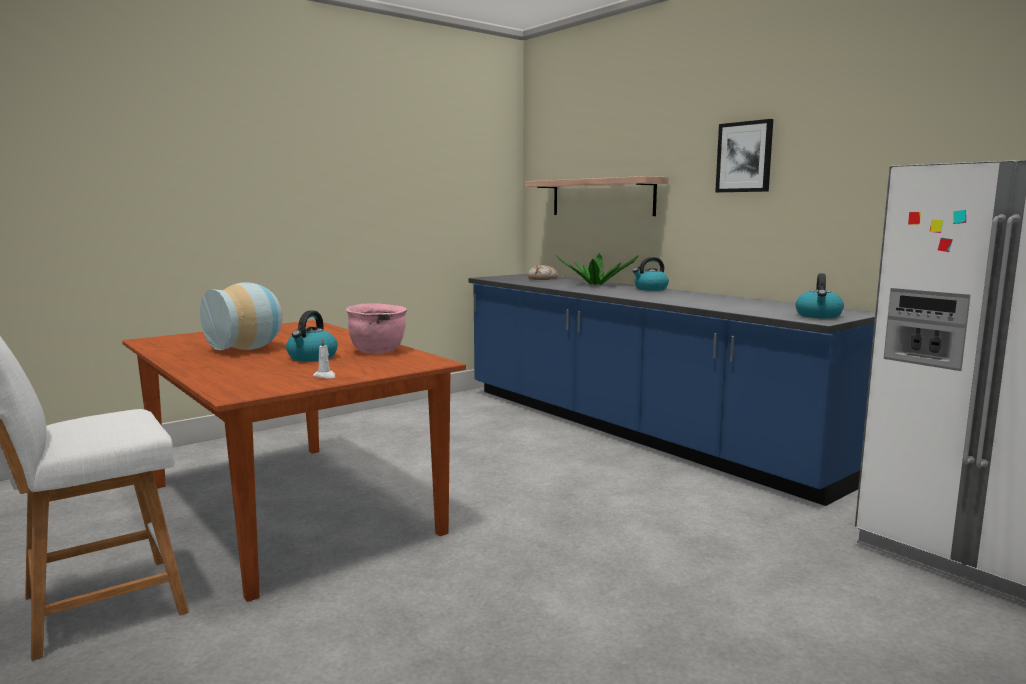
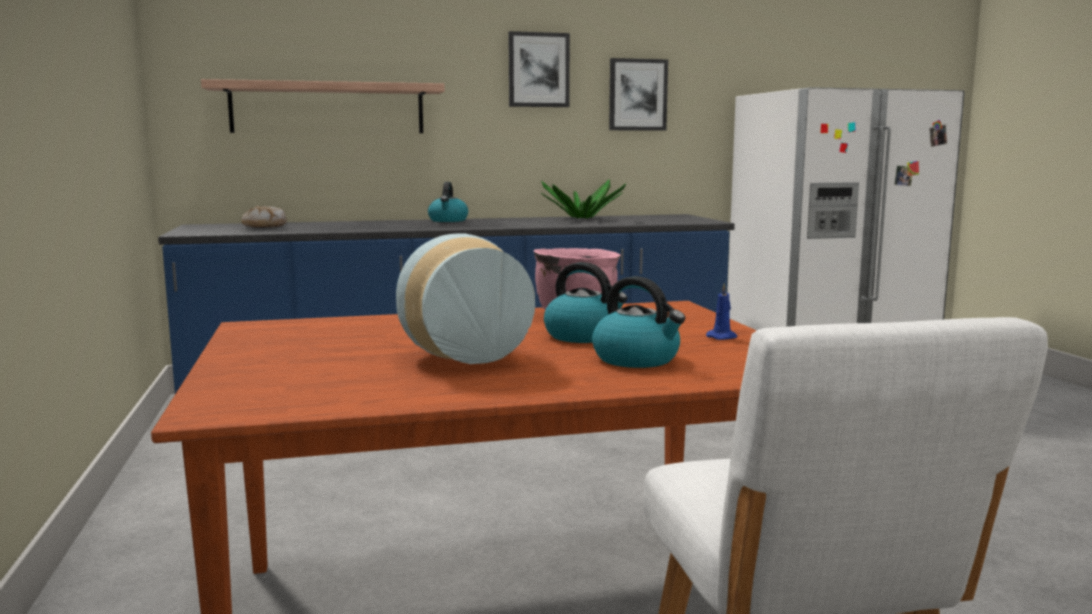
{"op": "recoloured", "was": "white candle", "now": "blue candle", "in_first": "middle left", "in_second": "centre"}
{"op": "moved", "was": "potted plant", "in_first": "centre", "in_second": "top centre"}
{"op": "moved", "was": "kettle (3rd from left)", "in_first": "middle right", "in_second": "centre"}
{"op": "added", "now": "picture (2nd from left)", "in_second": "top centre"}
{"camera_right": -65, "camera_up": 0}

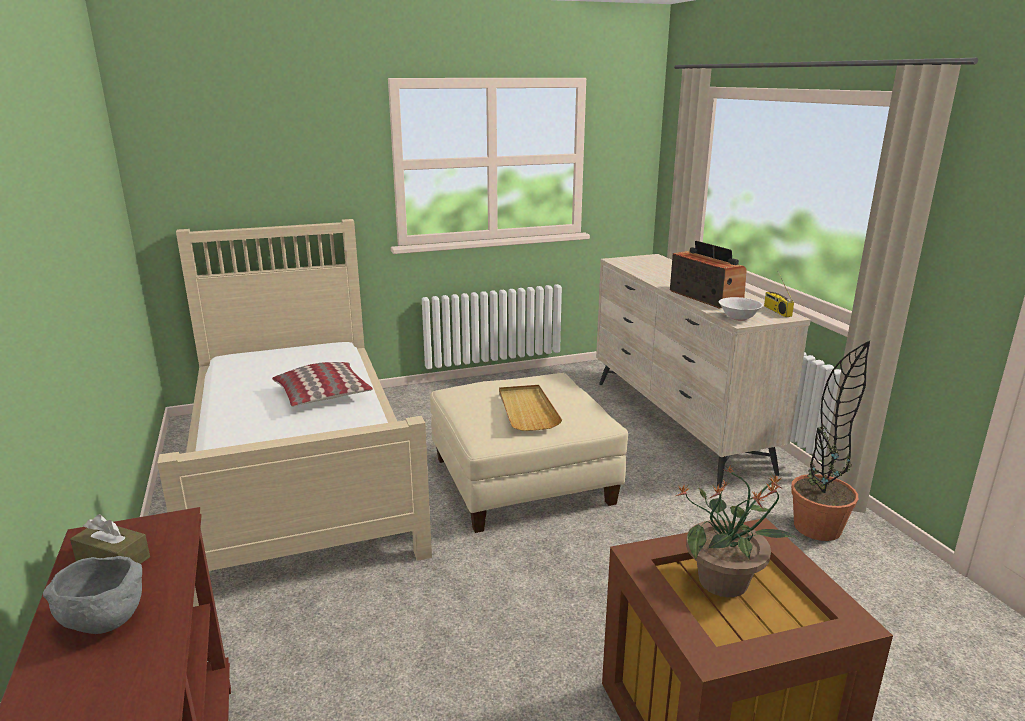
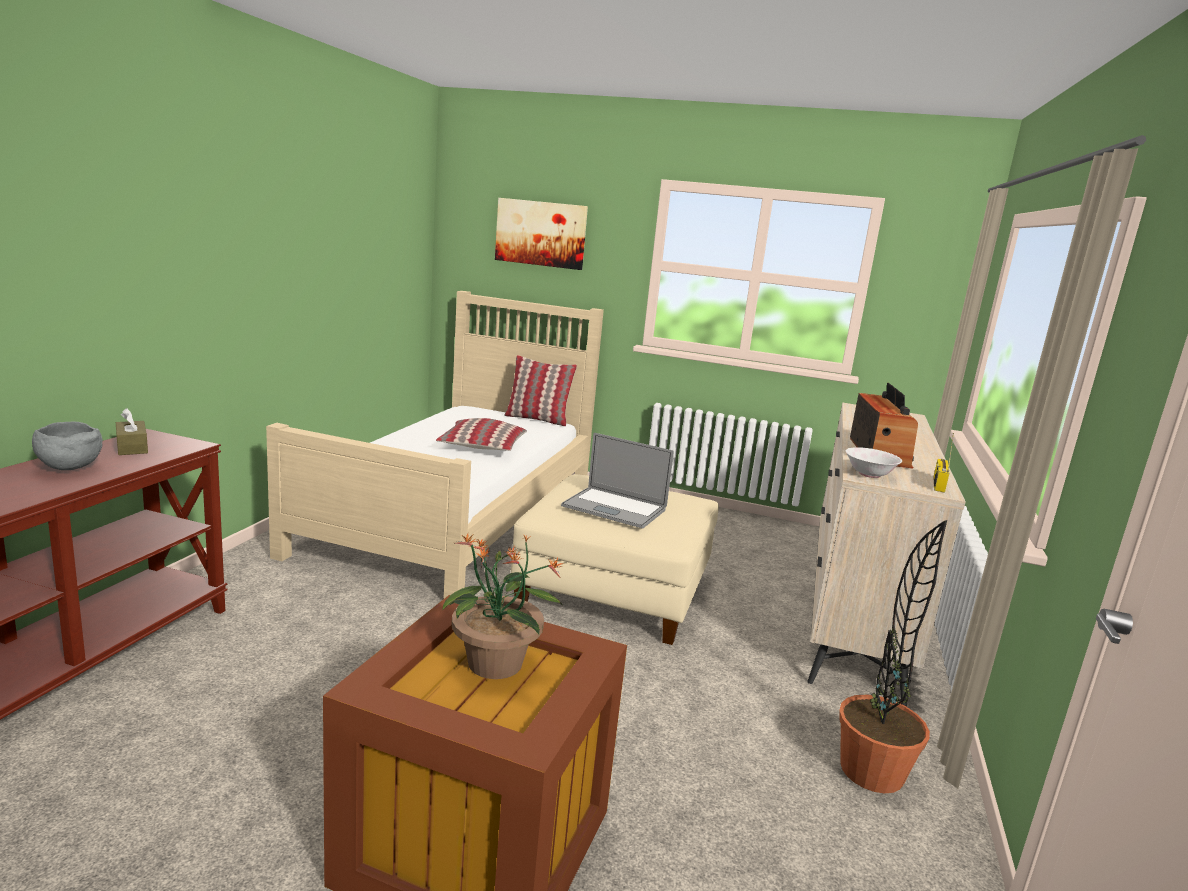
{"op": "replaced", "was": "beige tray", "now": "laptop", "in_first": "centre", "in_second": "centre"}
{"op": "added", "now": "picture", "in_second": "top centre"}
{"op": "added", "now": "pillow (2nd from left)", "in_second": "centre"}
{"camera_right": 35, "camera_up": -5}

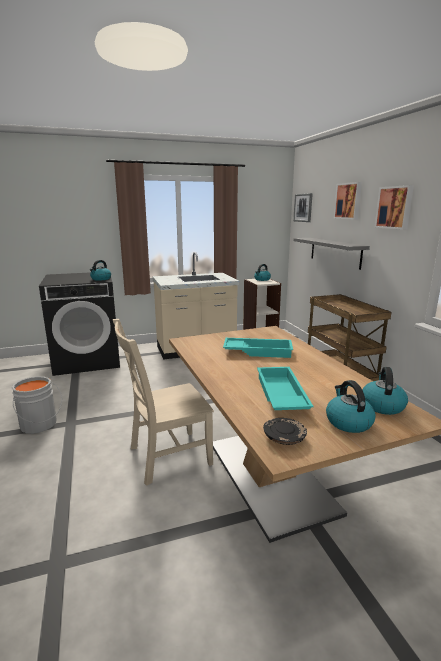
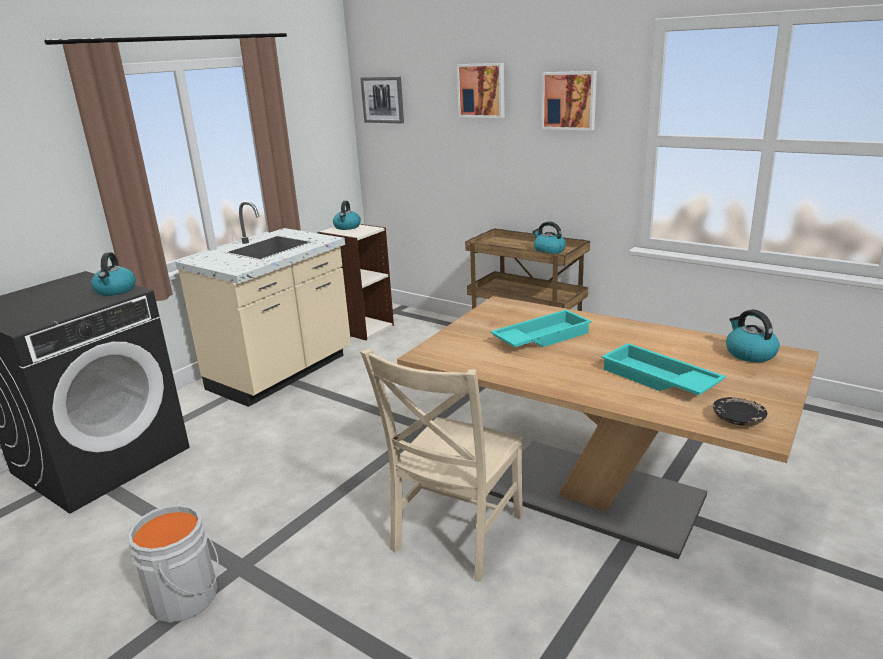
{"op": "removed", "was": "grey shelf", "in_first": "middle right"}
{"op": "moved", "was": "kettle (3rd from left)", "in_first": "middle right", "in_second": "centre"}
{"camera_right": -35, "camera_up": 5}

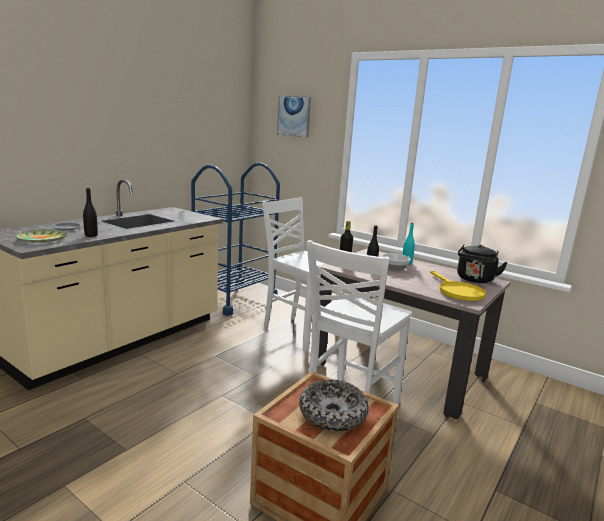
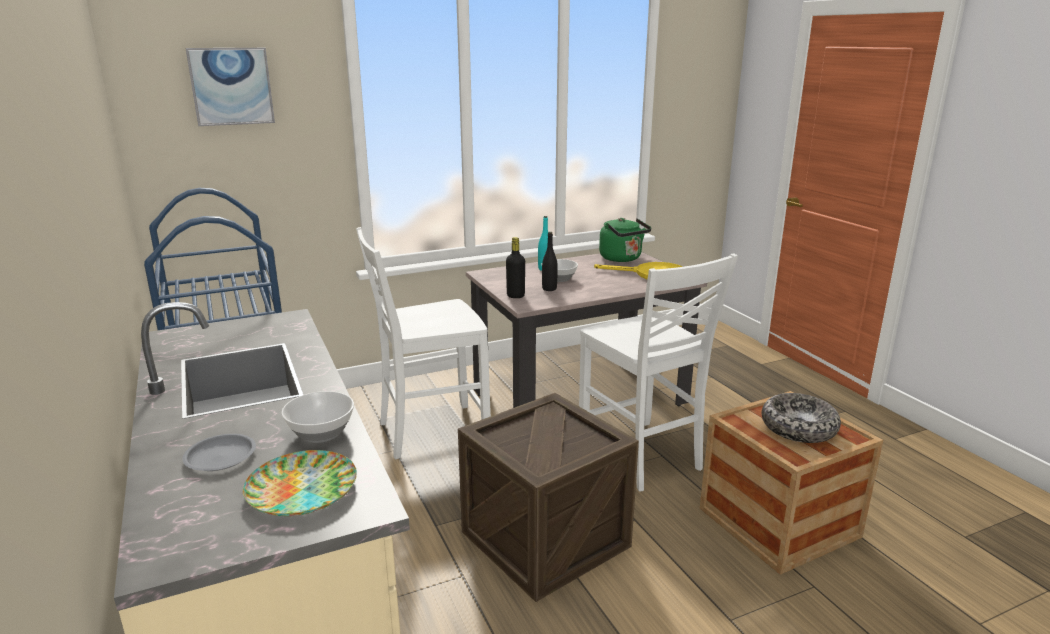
{"op": "replaced", "was": "black bottle (1st from left)", "now": "bowl (1st from left)", "in_first": "middle left", "in_second": "middle left"}
{"op": "recoloured", "was": "black kettle", "now": "green kettle", "in_first": "middle right", "in_second": "centre"}
{"op": "added", "now": "crate (1st from left)", "in_second": "bottom centre"}
{"camera_right": -60, "camera_up": 5}

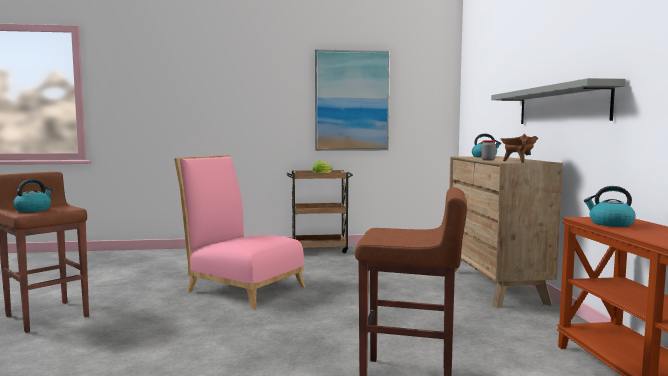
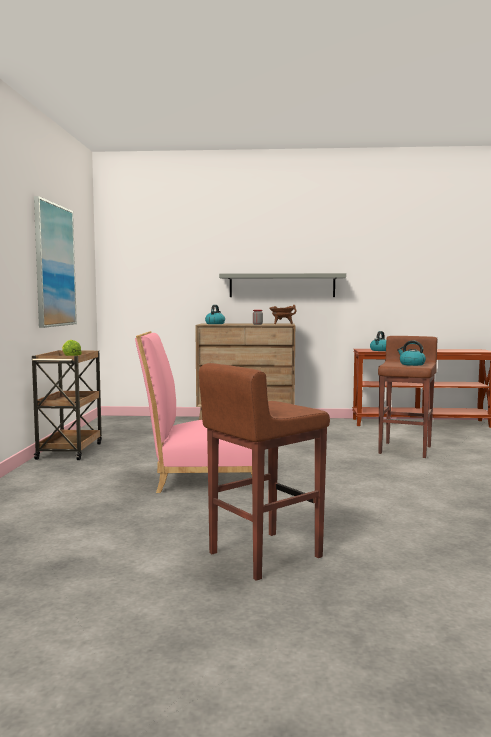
{"op": "moved", "was": "kettle (1st from left in the first image)", "now": "kettle (3rd from left)", "in_first": "middle left", "in_second": "middle right"}
{"op": "turned", "was": "pink chair", "in_first": "centre", "in_second": "centre", "clockwise": 45}
{"camera_right": -80, "camera_up": 0}

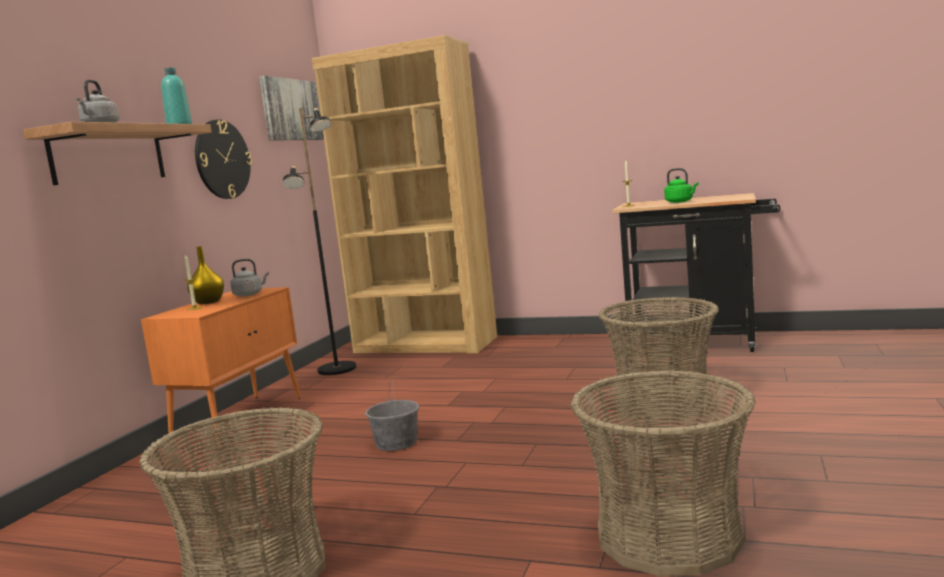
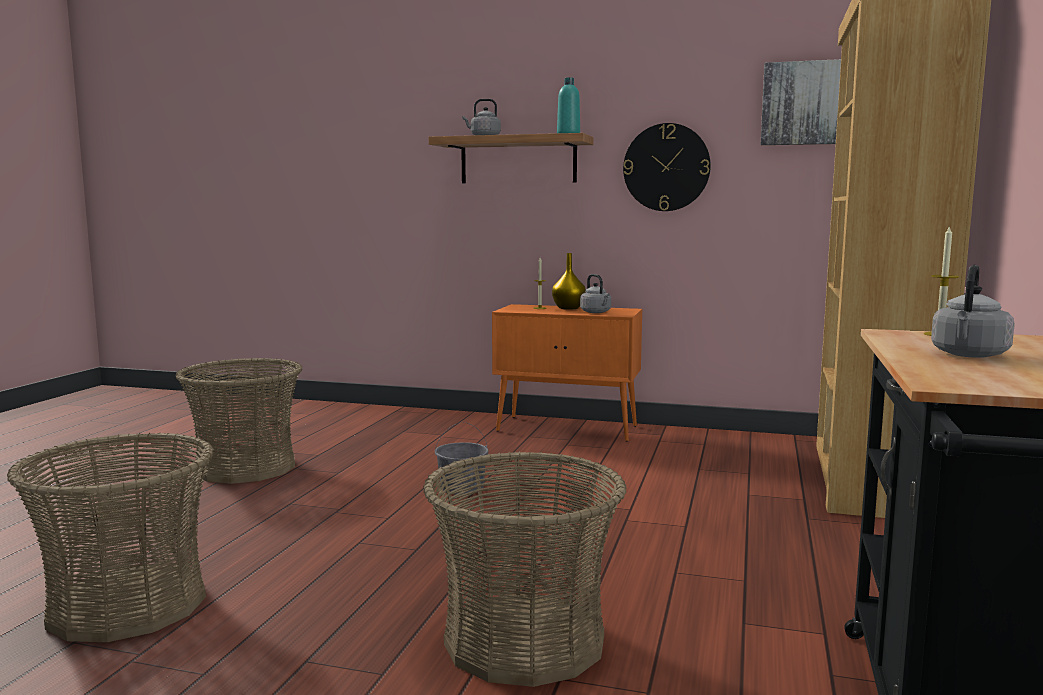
{"op": "removed", "was": "black floor lamp", "in_first": "centre"}
{"op": "recoloured", "was": "green kettle", "now": "grey kettle (3rd from left)", "in_first": "top right", "in_second": "middle right"}
{"camera_right": 85, "camera_up": 0}

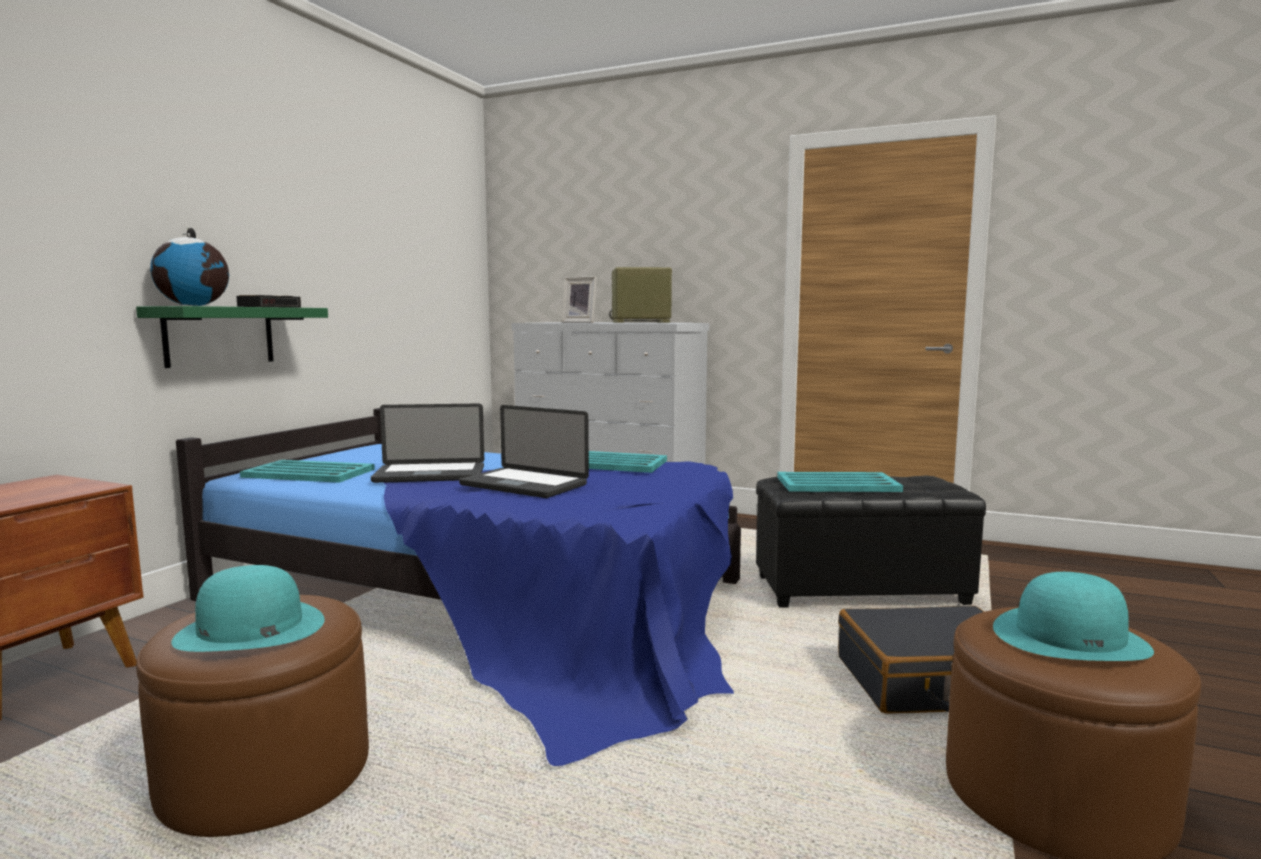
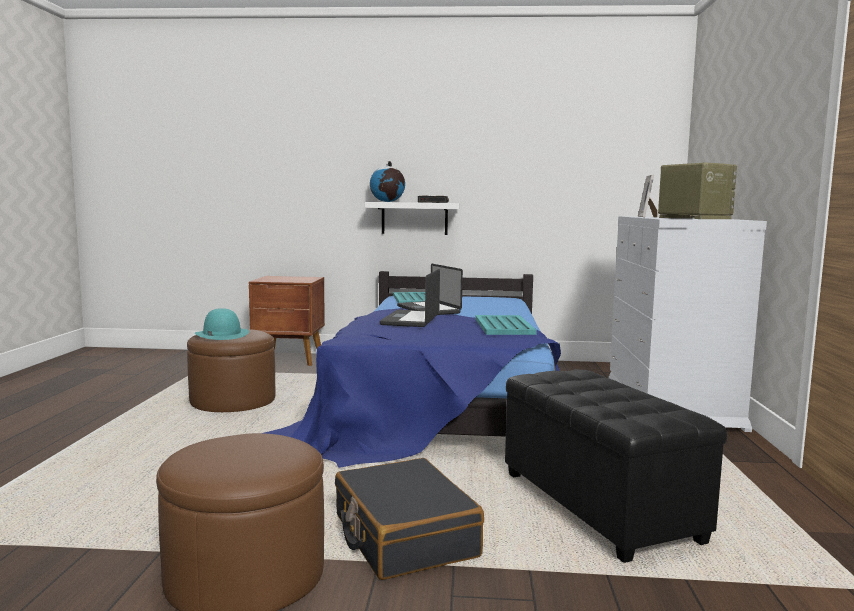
{"op": "recoloured", "was": "green shelf", "now": "white shelf", "in_first": "middle left", "in_second": "centre"}
{"op": "removed", "was": "turquoise tray (3rd from left)", "in_first": "centre"}
{"op": "removed", "was": "turquoise hat (2nd from left)", "in_first": "bottom right"}
{"camera_right": 70, "camera_up": 0}

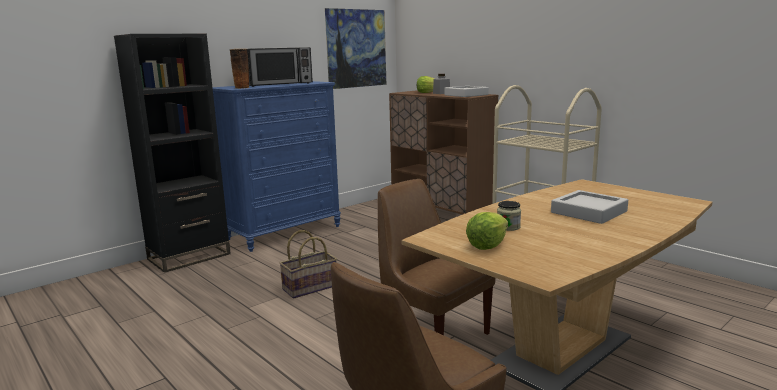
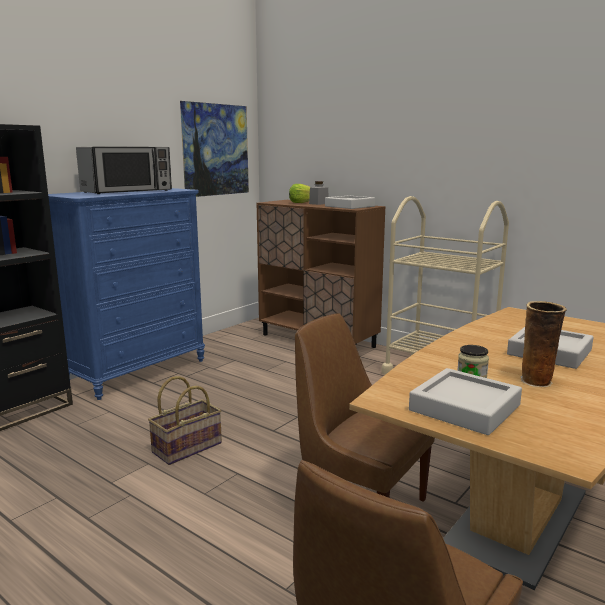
{"op": "moved", "was": "vase", "in_first": "top left", "in_second": "middle right"}
{"op": "replaced", "was": "lettuce (2nd from left)", "now": "grey tray (2nd from left)", "in_first": "centre", "in_second": "middle right"}
{"camera_right": -10, "camera_up": 0}

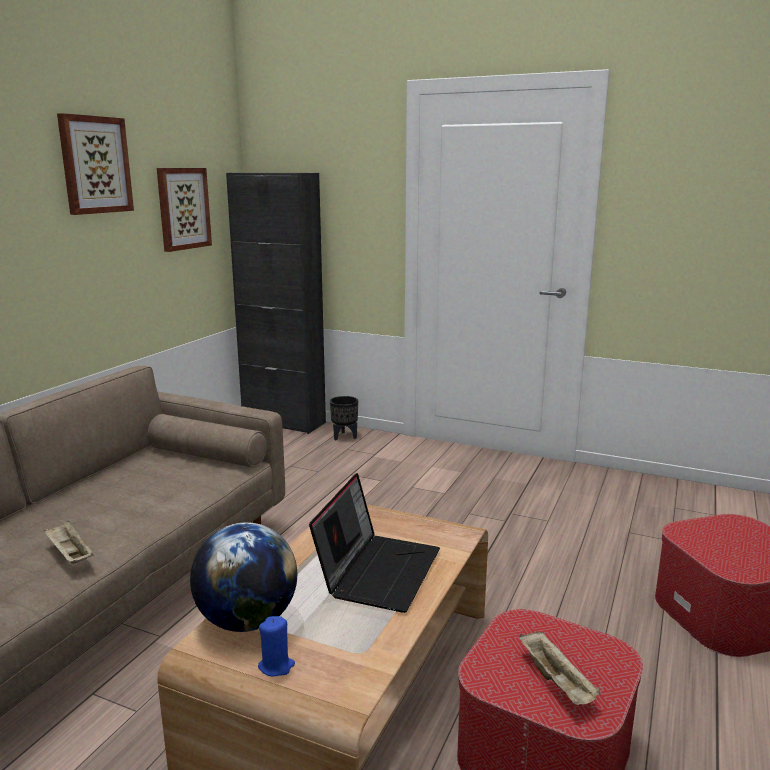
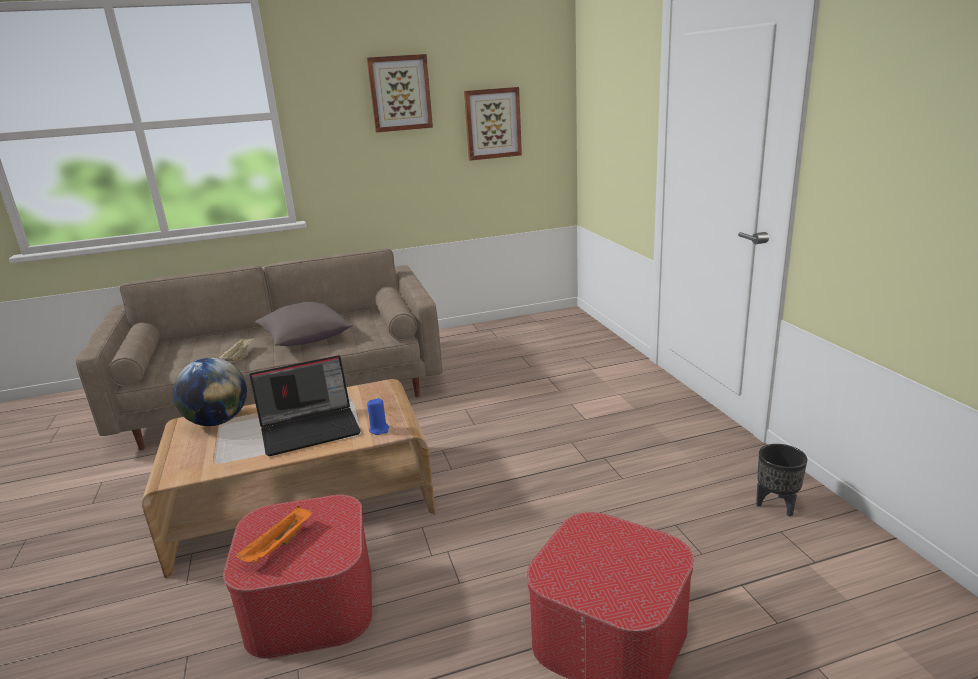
{"op": "removed", "was": "black cabinet", "in_first": "centre"}
{"op": "moved", "was": "blue candle", "in_first": "bottom centre", "in_second": "centre"}
{"op": "moved", "was": "black planter", "in_first": "centre", "in_second": "bottom right"}
{"op": "recoloured", "was": "beige tray (2nd from left)", "now": "orange tray", "in_first": "bottom right", "in_second": "bottom left"}
{"op": "added", "now": "grey pillow", "in_second": "middle left"}
{"camera_right": 50, "camera_up": 5}

